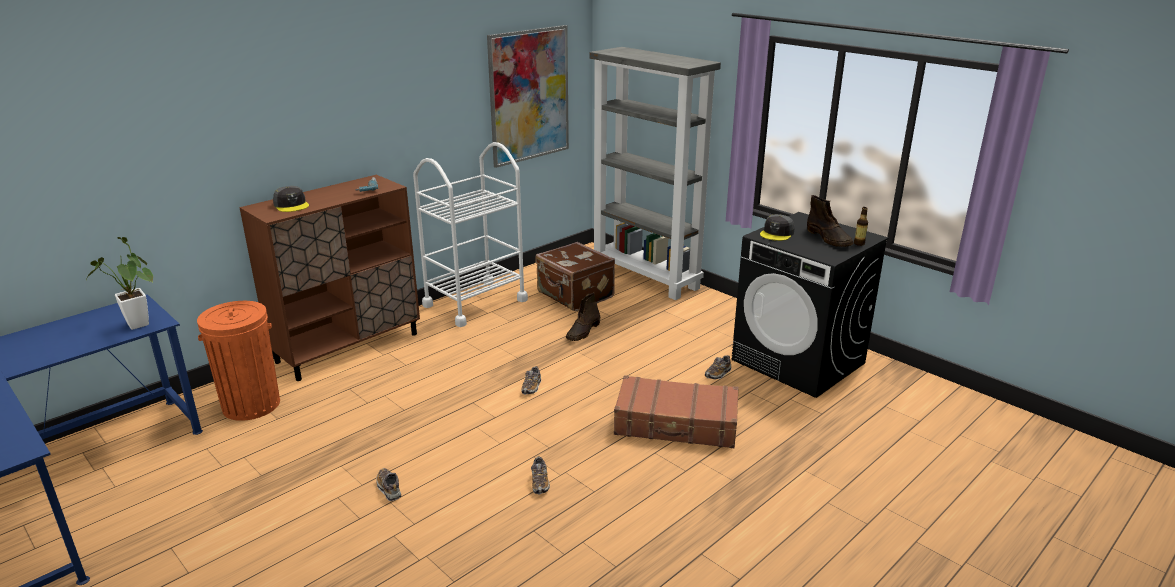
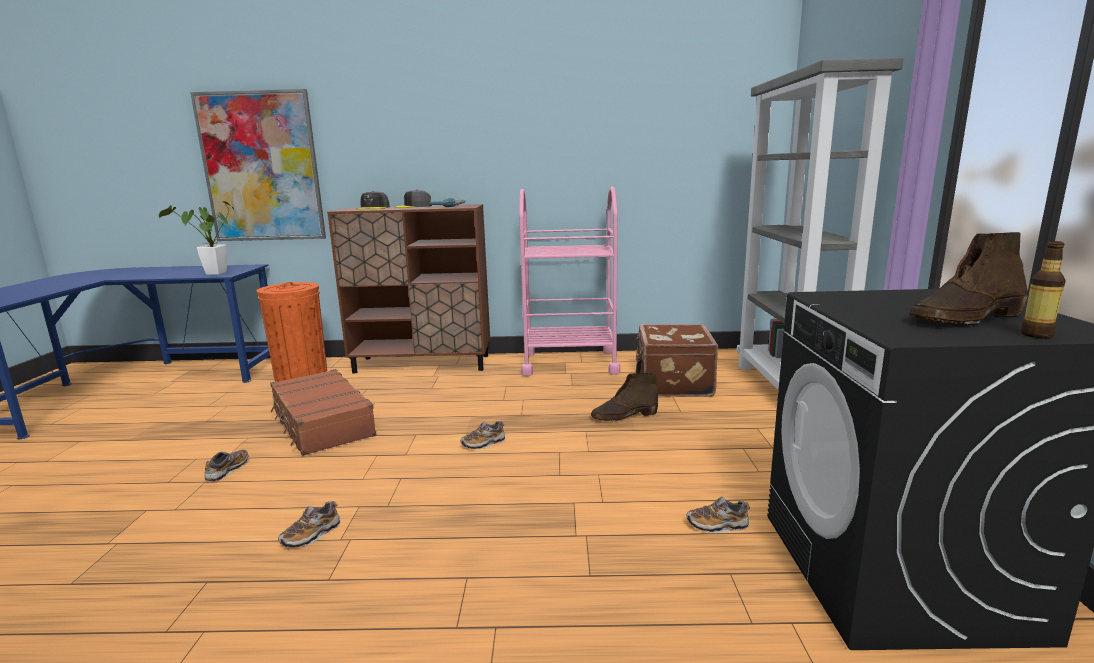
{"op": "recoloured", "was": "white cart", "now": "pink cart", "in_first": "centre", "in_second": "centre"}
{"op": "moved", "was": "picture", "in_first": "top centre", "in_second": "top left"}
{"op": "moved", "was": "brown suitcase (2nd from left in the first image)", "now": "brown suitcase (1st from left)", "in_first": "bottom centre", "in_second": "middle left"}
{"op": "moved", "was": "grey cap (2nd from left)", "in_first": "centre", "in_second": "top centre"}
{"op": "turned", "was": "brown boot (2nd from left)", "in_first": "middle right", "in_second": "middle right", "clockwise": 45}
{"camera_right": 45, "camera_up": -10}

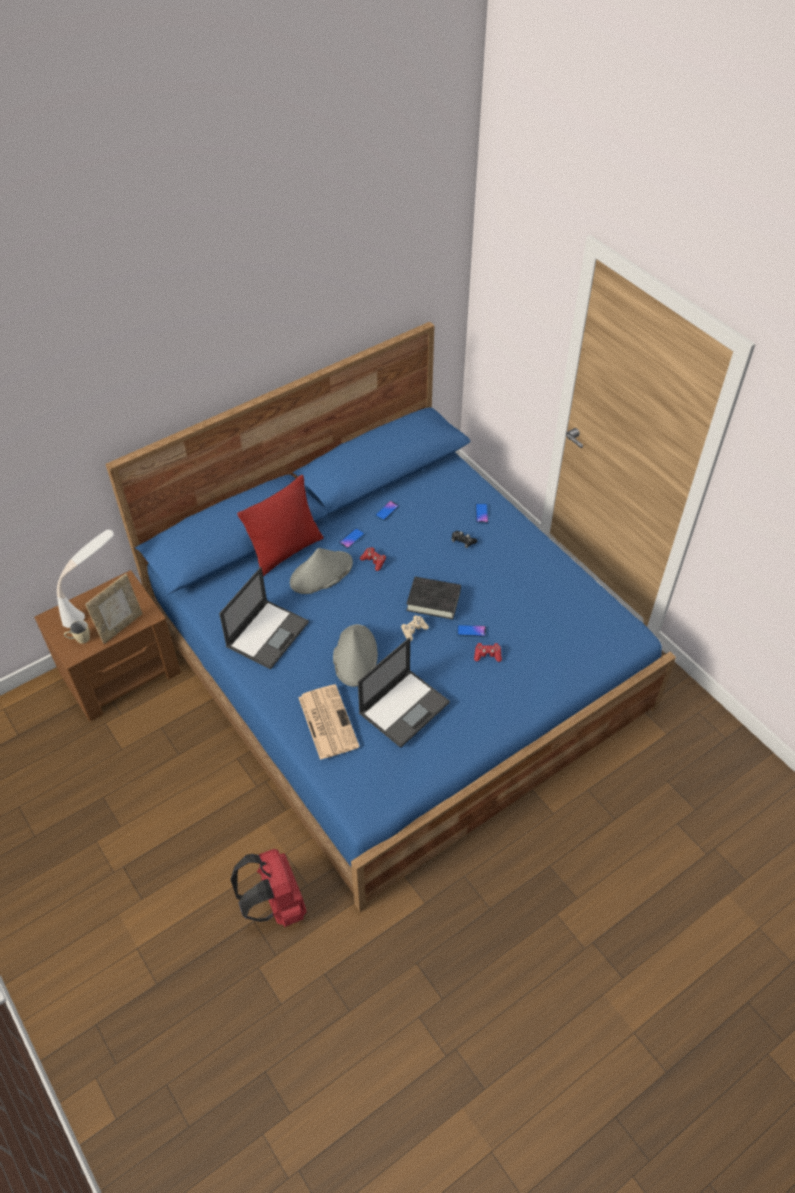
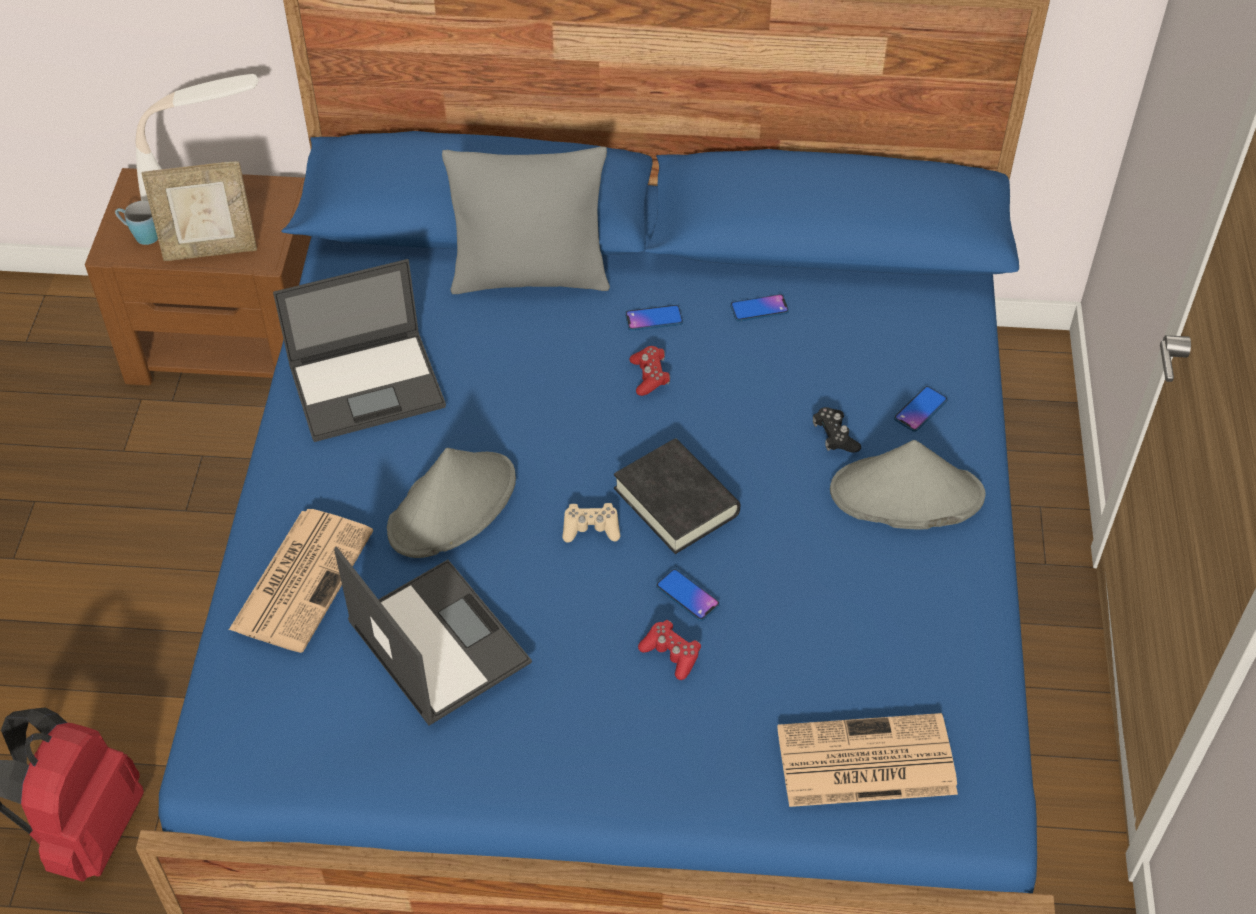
{"op": "recoloured", "was": "beige mug", "now": "blue mug", "in_first": "middle left", "in_second": "top left"}
{"op": "recoloured", "was": "red pillow", "now": "grey pillow", "in_first": "centre", "in_second": "top centre"}
{"op": "moved", "was": "grey hat (1st from left in the first image)", "now": "grey hat (2nd from left)", "in_first": "centre", "in_second": "middle right"}
{"op": "turned", "was": "laptop (2nd from left)", "in_first": "centre", "in_second": "bottom centre", "clockwise": -120}
{"op": "added", "now": "newspaper (2nd from left)", "in_second": "bottom right"}
{"camera_right": 40, "camera_up": 0}

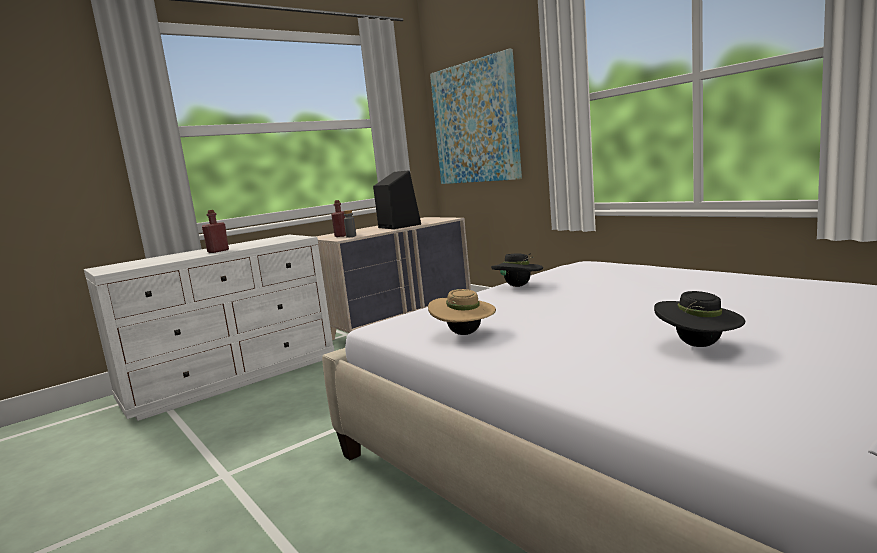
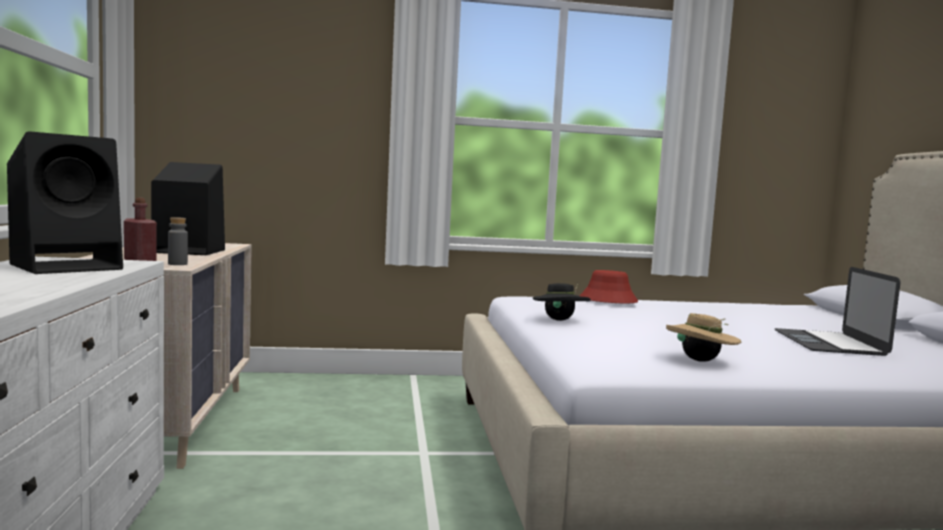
{"op": "removed", "was": "red bottle (1st from left)", "in_first": "middle left"}
{"op": "removed", "was": "picture", "in_first": "top centre"}
{"op": "replaced", "was": "black hat (2nd from left)", "now": "laptop", "in_first": "middle right", "in_second": "middle right"}
{"op": "added", "now": "black speaker (1st from left)", "in_second": "middle left"}
{"op": "added", "now": "red hat", "in_second": "centre"}
{"camera_right": -60, "camera_up": -5}

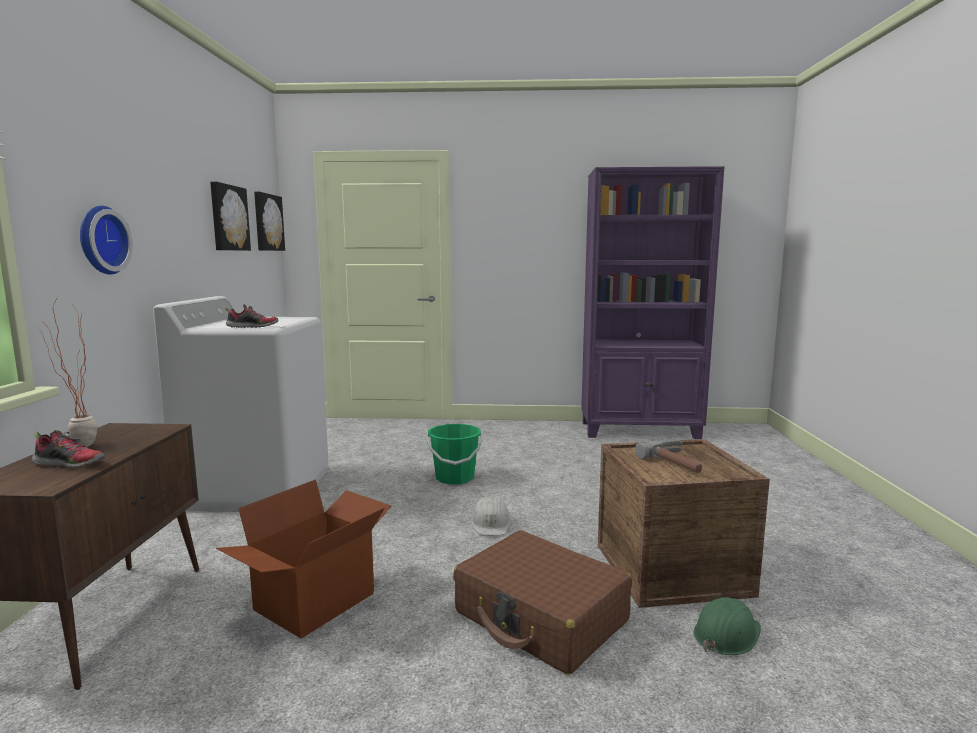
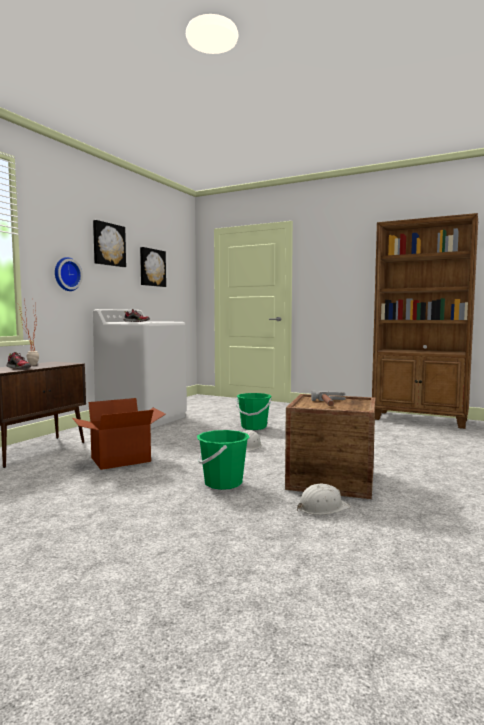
{"op": "moved", "was": "picture (2nd from left in the first image)", "now": "picture (1st from left)", "in_first": "top left", "in_second": "middle left"}
{"op": "replaced", "was": "brown suitcase", "now": "green bucket (1st from left)", "in_first": "bottom centre", "in_second": "centre"}
{"op": "recoloured", "was": "purple bookcase", "now": "brown bookcase", "in_first": "middle right", "in_second": "middle right"}
{"op": "recoloured", "was": "green hard hat", "now": "white hard hat (2nd from left)", "in_first": "bottom right", "in_second": "bottom right"}
{"camera_right": 25, "camera_up": -5}

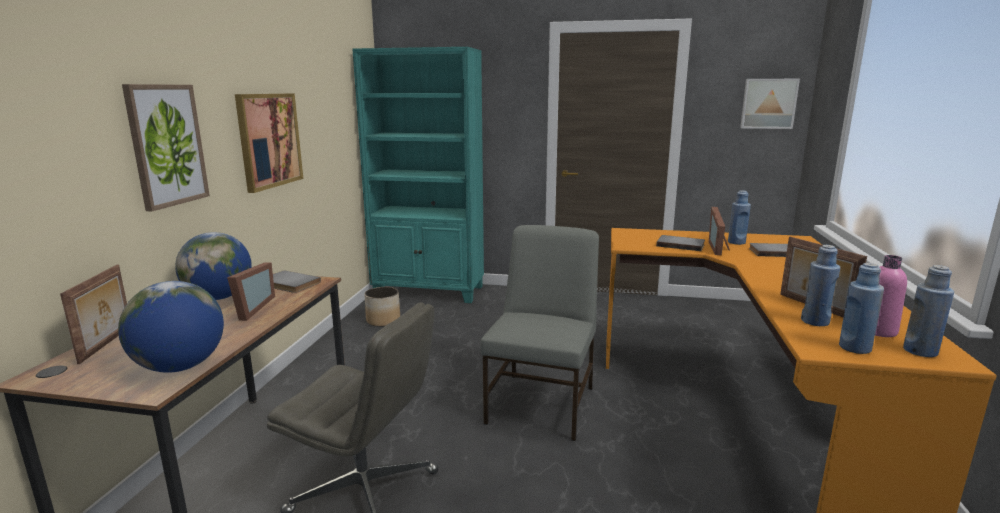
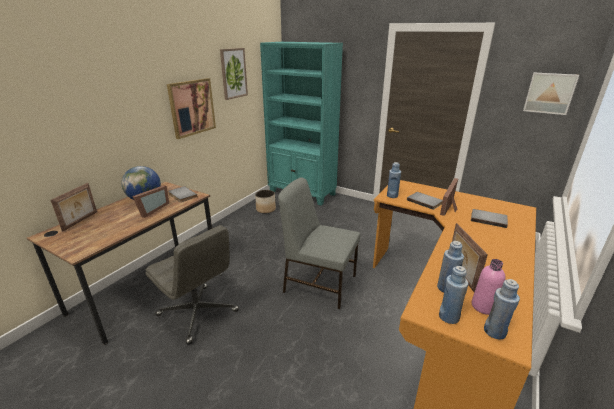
{"op": "removed", "was": "globe (1st from left)", "in_first": "middle left"}
{"op": "moved", "was": "picture (1st from left in the first image)", "now": "picture (2nd from left)", "in_first": "top left", "in_second": "top centre"}
{"op": "turned", "was": "grey chair", "in_first": "centre", "in_second": "centre", "clockwise": -105}
{"op": "moved", "was": "blue bottle (1st from left)", "in_first": "middle right", "in_second": "centre"}
{"camera_right": 20, "camera_up": 10}

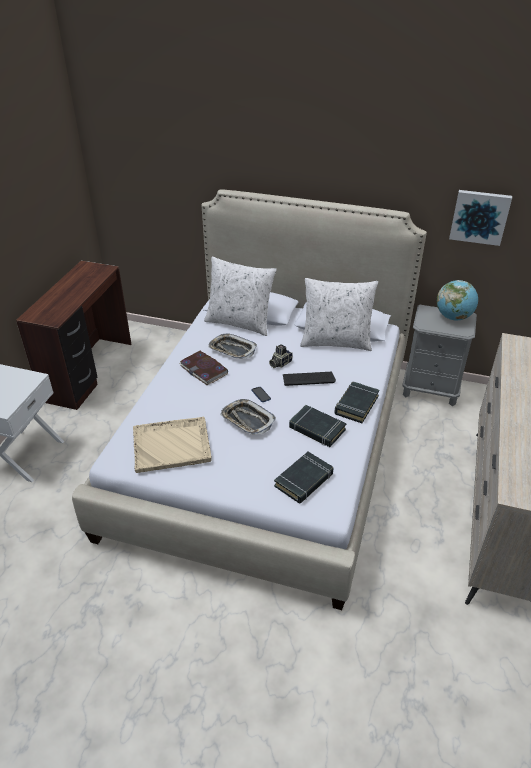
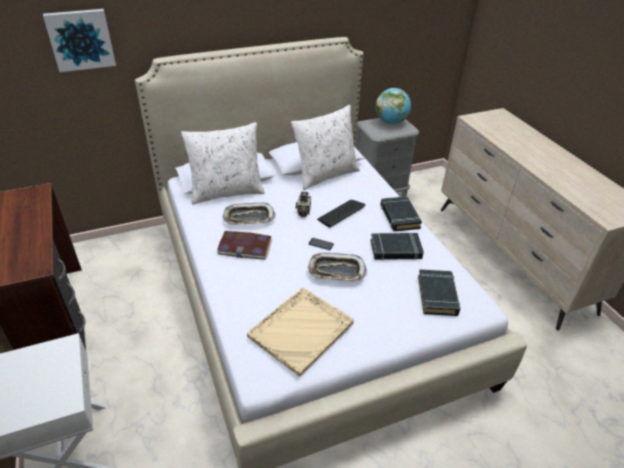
{"op": "moved", "was": "picture", "in_first": "top right", "in_second": "top left"}
{"camera_right": -40, "camera_up": 0}

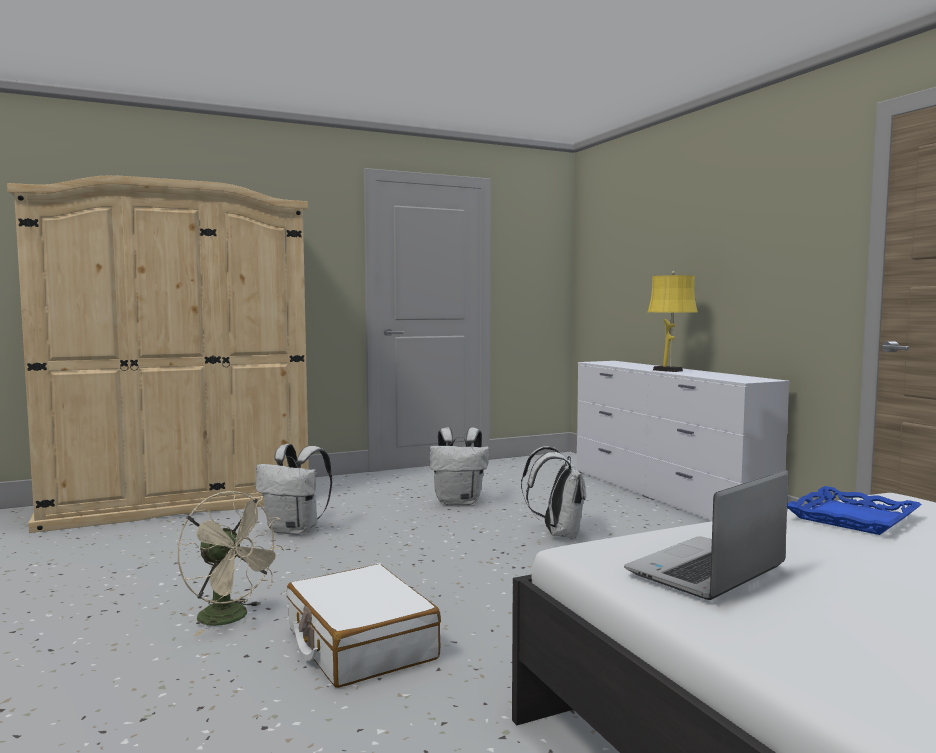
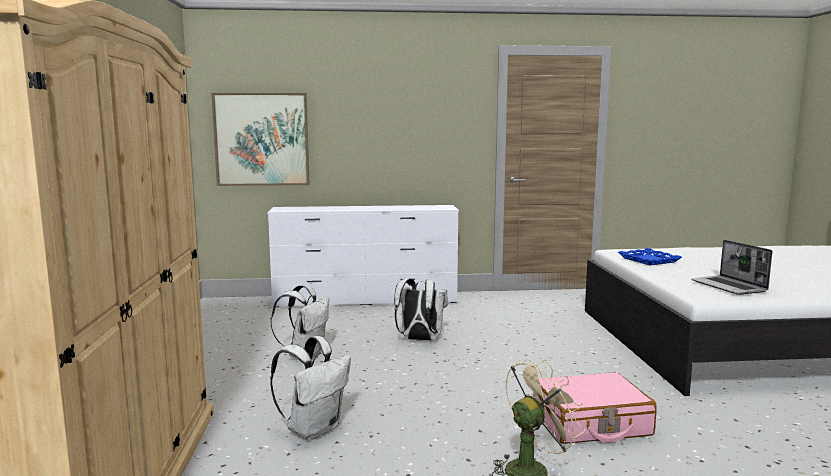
{"op": "recoloured", "was": "white suitcase", "now": "pink suitcase", "in_first": "bottom centre", "in_second": "bottom right"}
{"op": "removed", "was": "yellow table lamp", "in_first": "middle right"}
{"op": "added", "now": "picture", "in_second": "top left"}
{"camera_right": -70, "camera_up": 5}

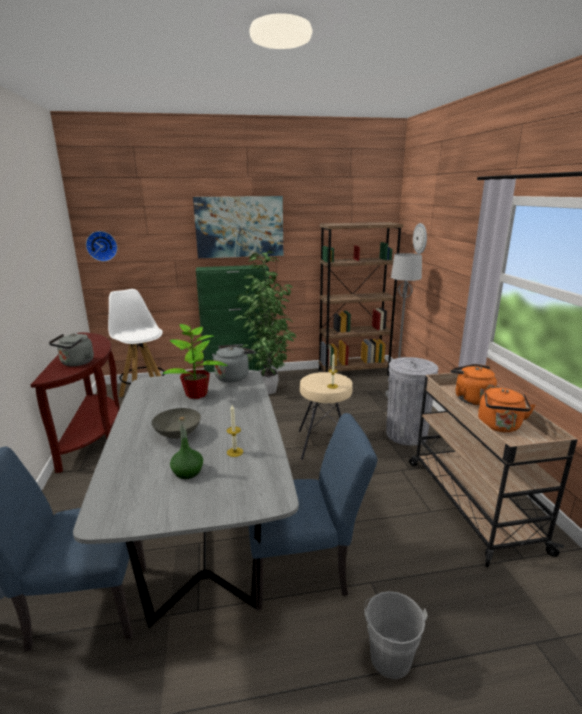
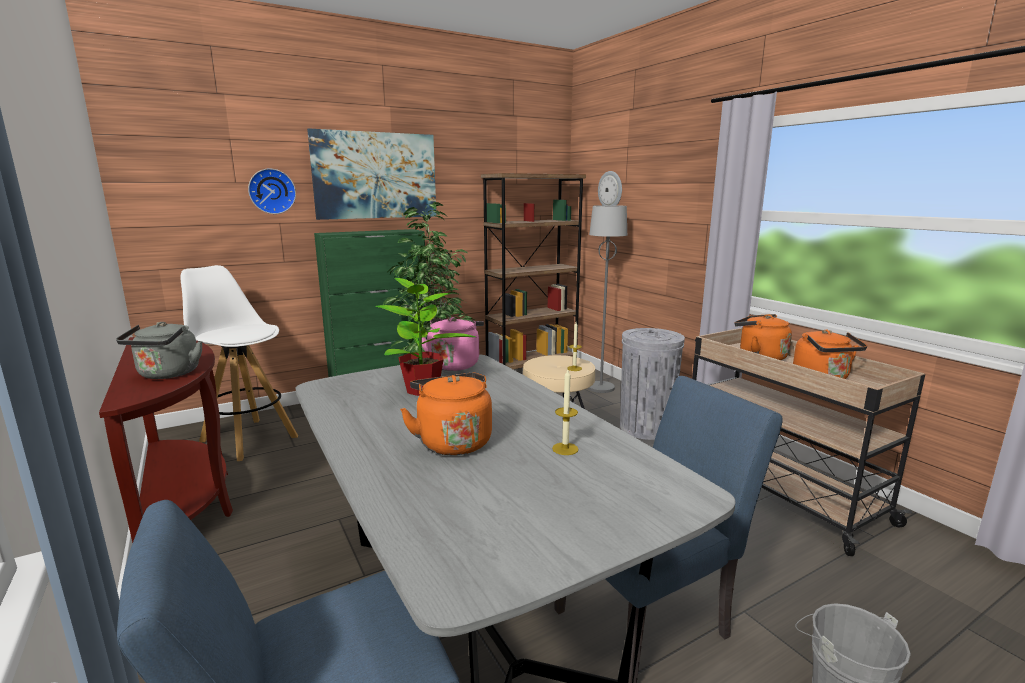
{"op": "moved", "was": "wall clock (1st from left)", "in_first": "middle left", "in_second": "top left"}
{"op": "replaced", "was": "grey bowl", "now": "orange kettle (1st from left)", "in_first": "middle left", "in_second": "centre"}
{"op": "removed", "was": "green bottle", "in_first": "middle left"}
{"op": "recoloured", "was": "grey kettle (2nd from left)", "now": "pink kettle", "in_first": "centre", "in_second": "centre"}
{"camera_right": -20, "camera_up": -5}

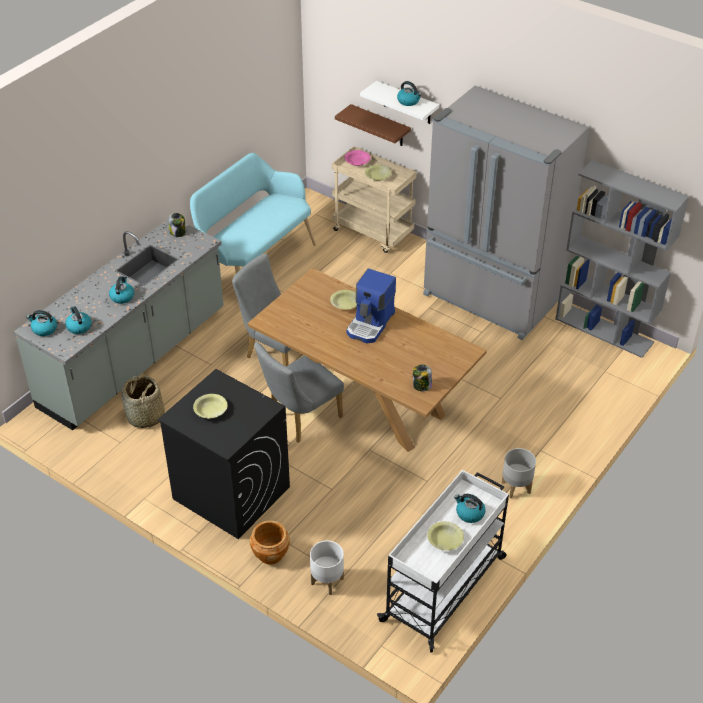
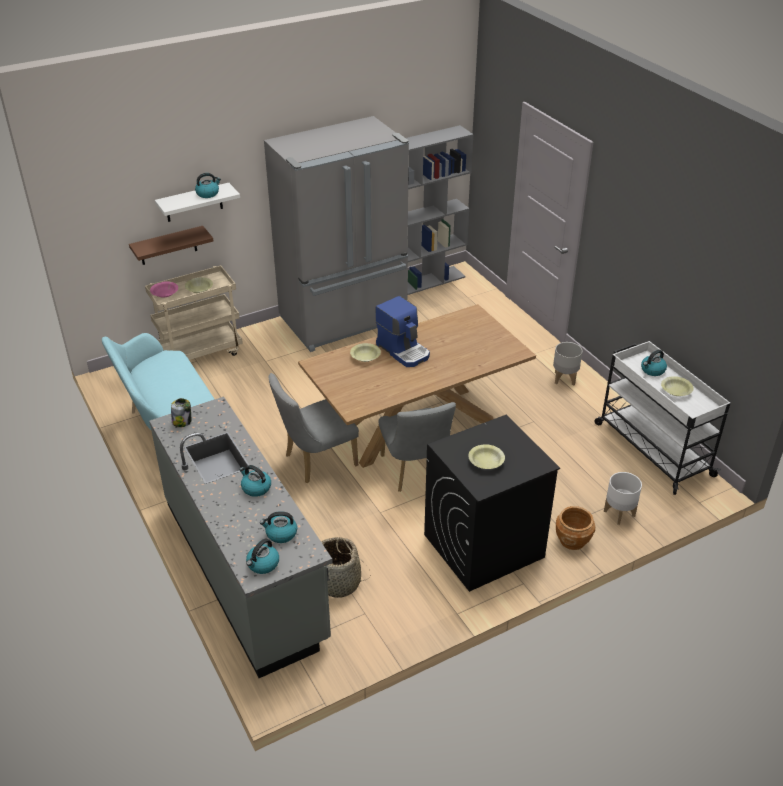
{"op": "removed", "was": "jar (2nd from left)", "in_first": "centre"}
{"camera_right": -65, "camera_up": -5}

